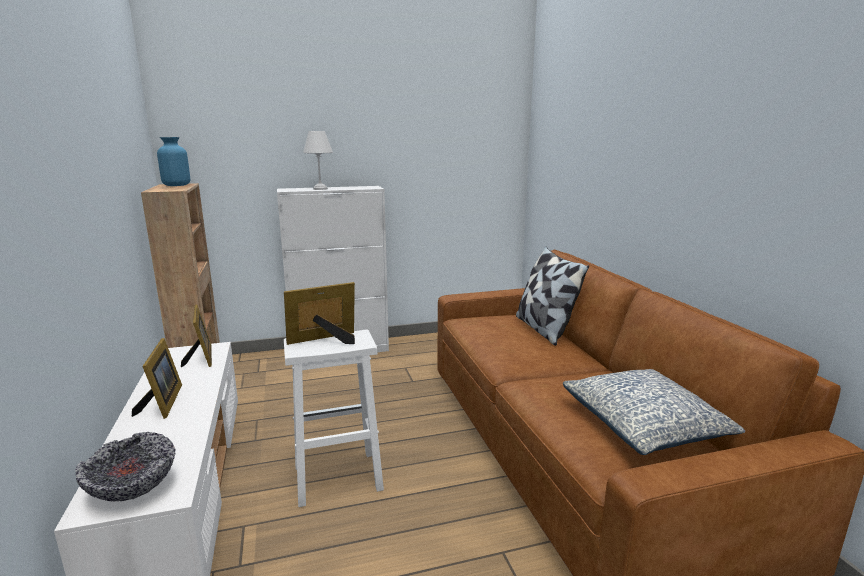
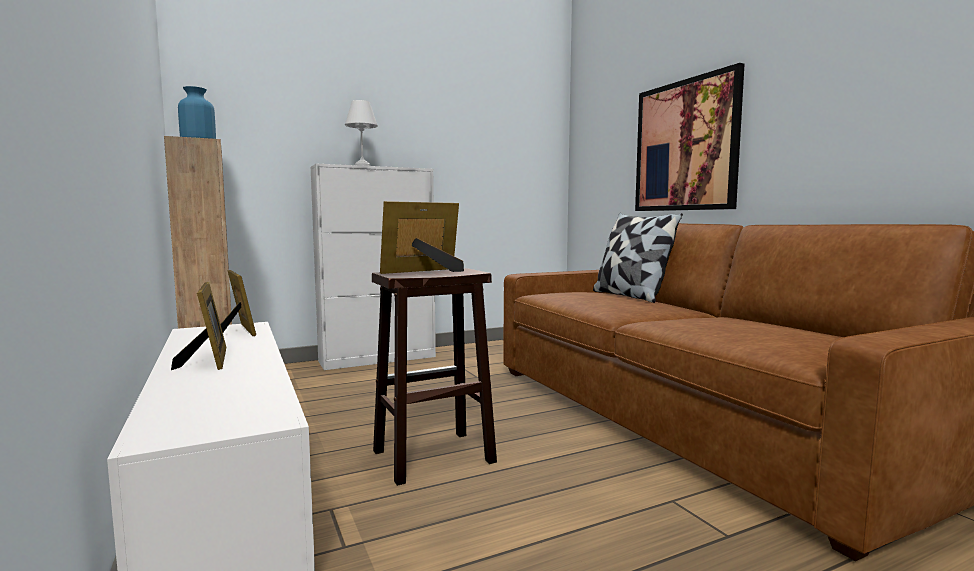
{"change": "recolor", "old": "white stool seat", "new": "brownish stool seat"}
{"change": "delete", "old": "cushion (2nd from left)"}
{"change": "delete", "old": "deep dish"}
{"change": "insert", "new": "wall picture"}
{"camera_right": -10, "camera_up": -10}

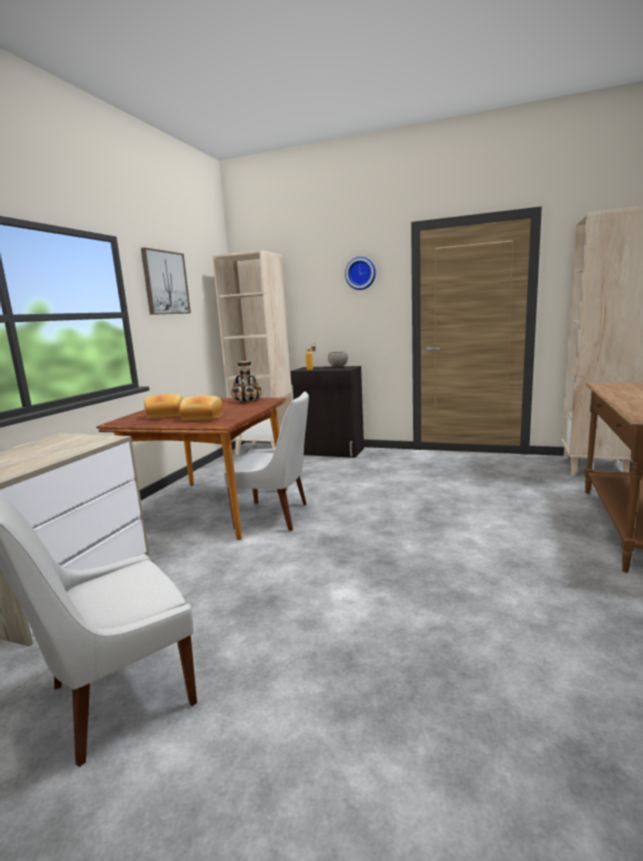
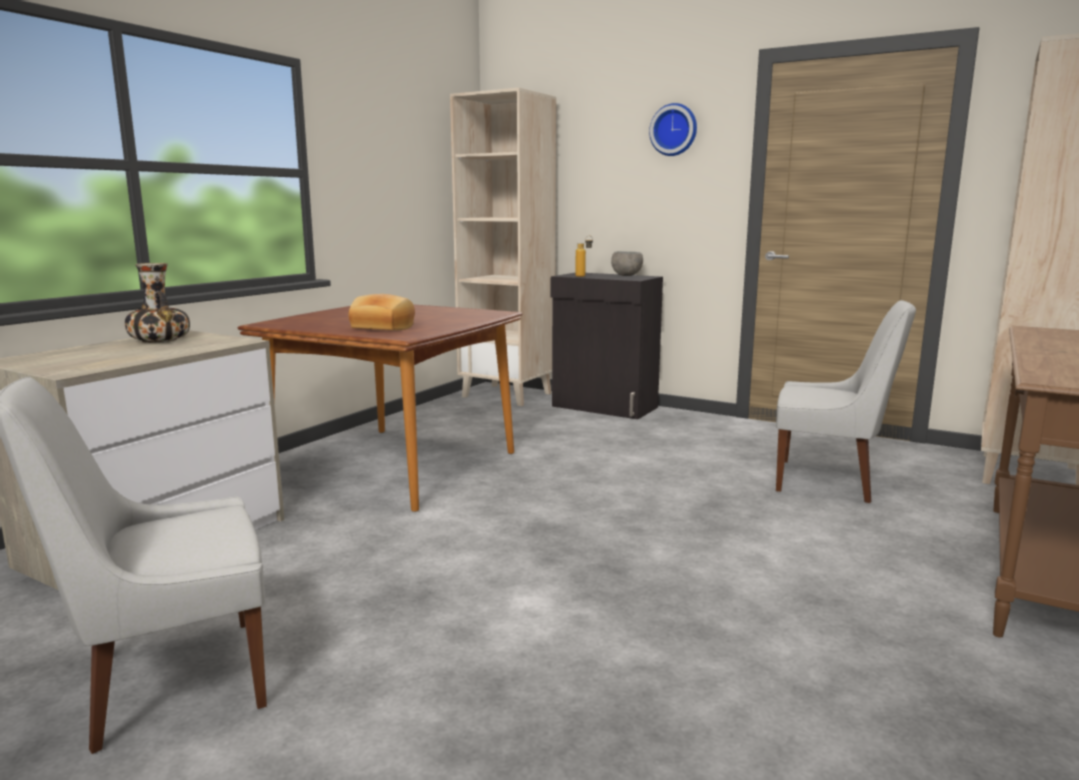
{"change": "delete", "old": "wall picture"}
{"change": "move", "old": "decorative vase"}
{"change": "move", "old": "white upright chair (2nd from left)"}
{"change": "delete", "old": "bakery bread (1st from left)"}
{"camera_right": 10, "camera_up": 0}

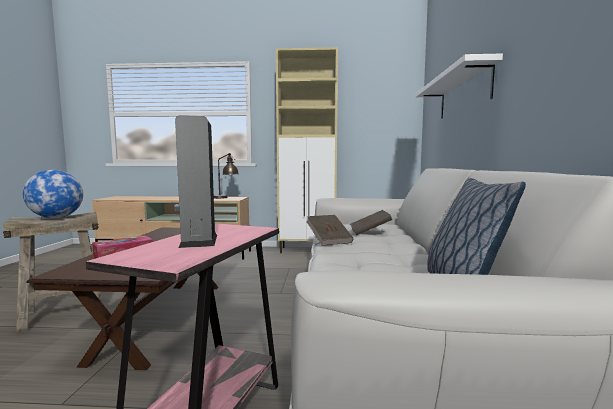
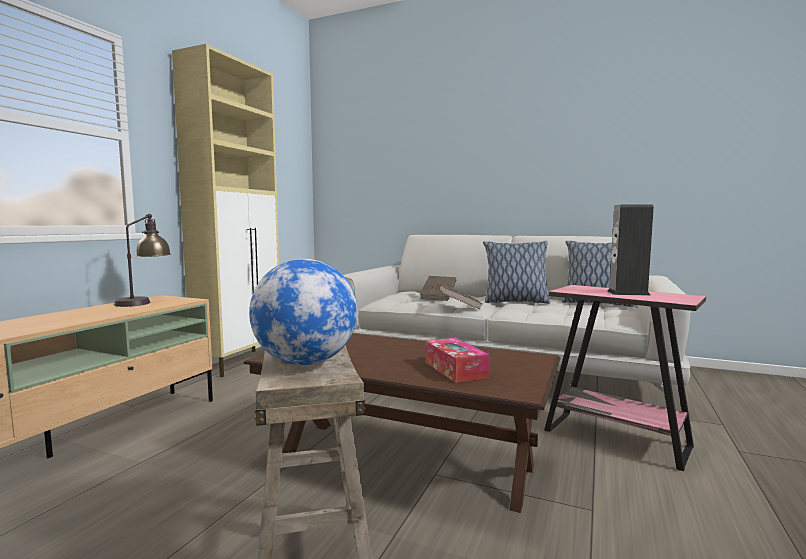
{"change": "delete", "old": "white wall shelf"}
{"change": "insert", "new": "cushion (1st from left)"}
{"camera_right": -70, "camera_up": 0}

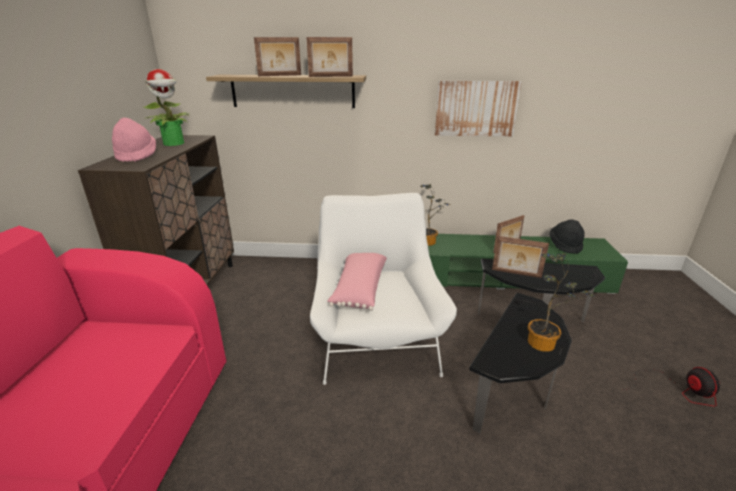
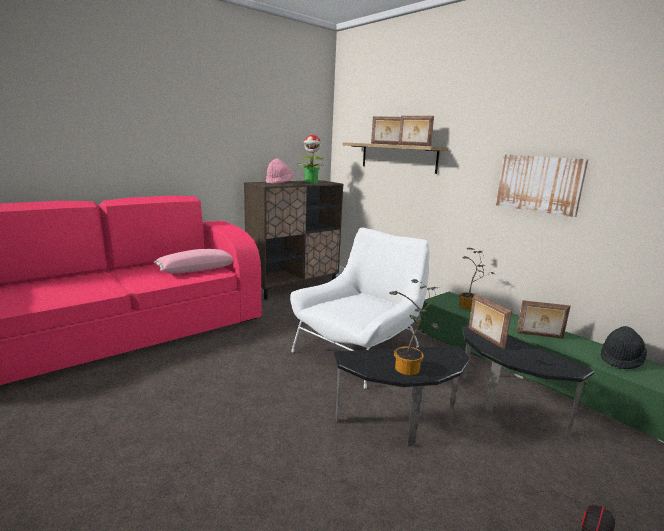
{"change": "move", "old": "pink-coloured cushion"}
{"camera_right": 45, "camera_up": -10}

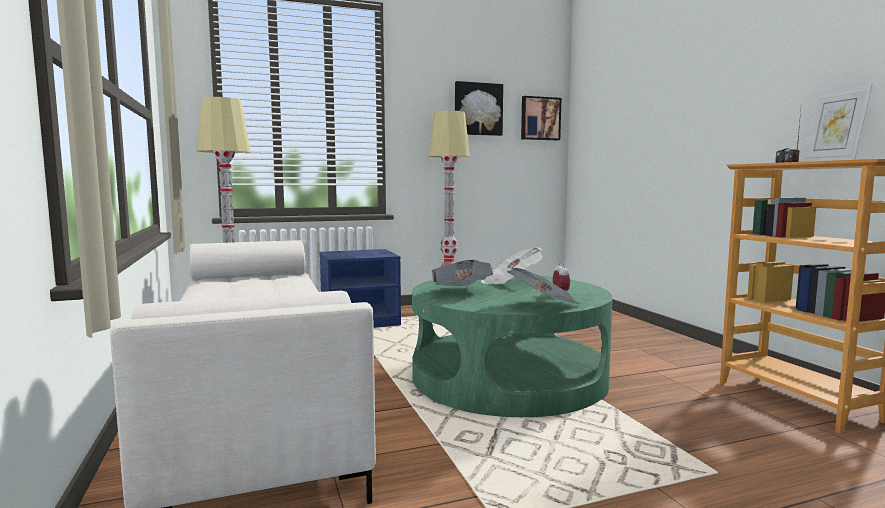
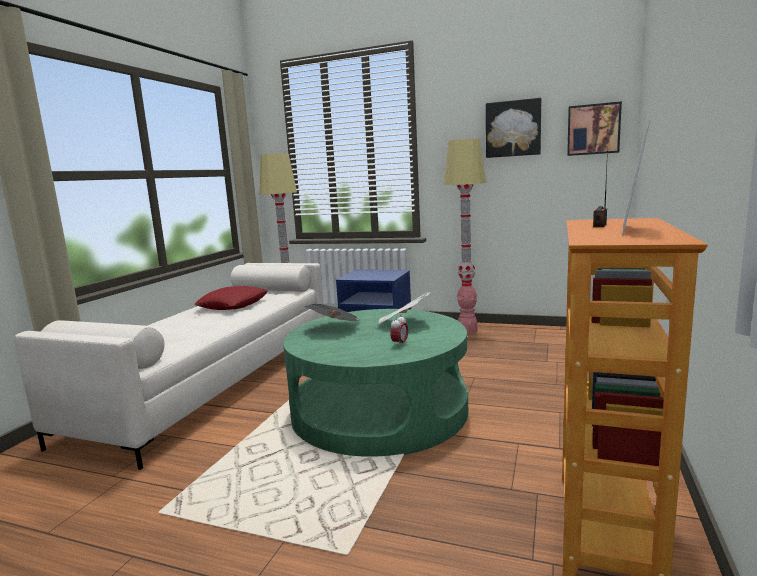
{"change": "delete", "old": "daily paper (3rd from left)"}
{"change": "insert", "new": "red cushion"}
{"camera_right": 40, "camera_up": 5}

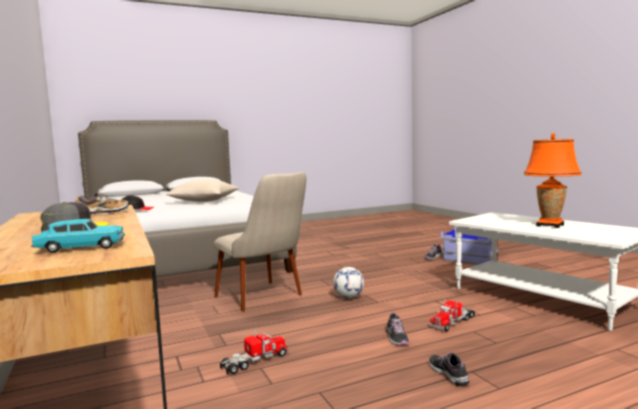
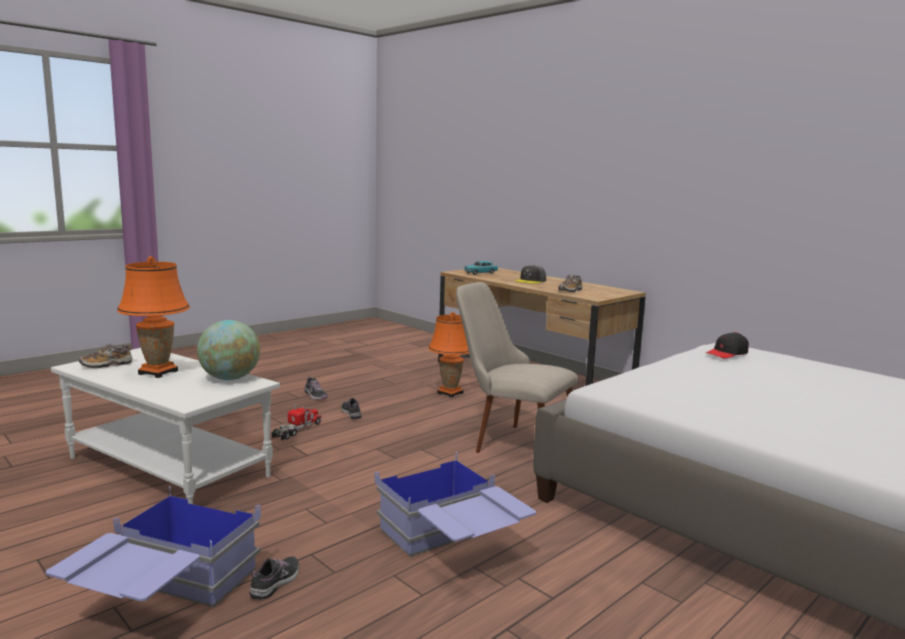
{"change": "delete", "old": "beige cushion"}
{"change": "delete", "old": "football"}
{"change": "replace", "old": "model truck (1st from left)", "new": "orange-coloured table lamp (2nd from left)"}
{"change": "insert", "new": "world globe"}
{"change": "insert", "new": "low shoe (1st from left)"}
{"change": "insert", "new": "bluish storage bin (2nd from left)"}
{"camera_right": 160, "camera_up": 5}

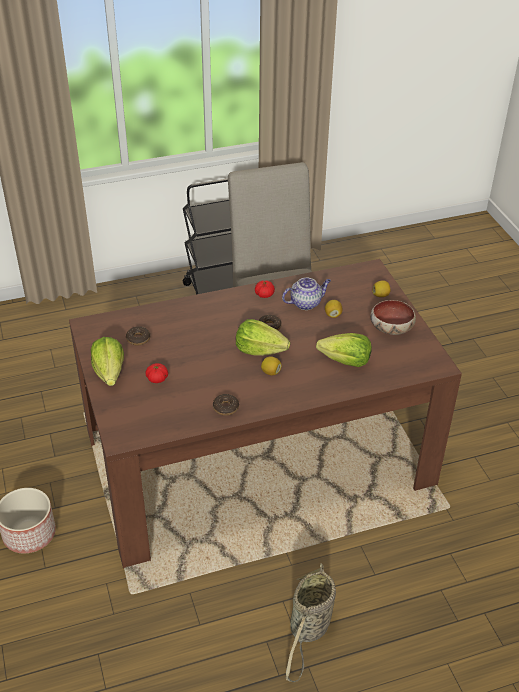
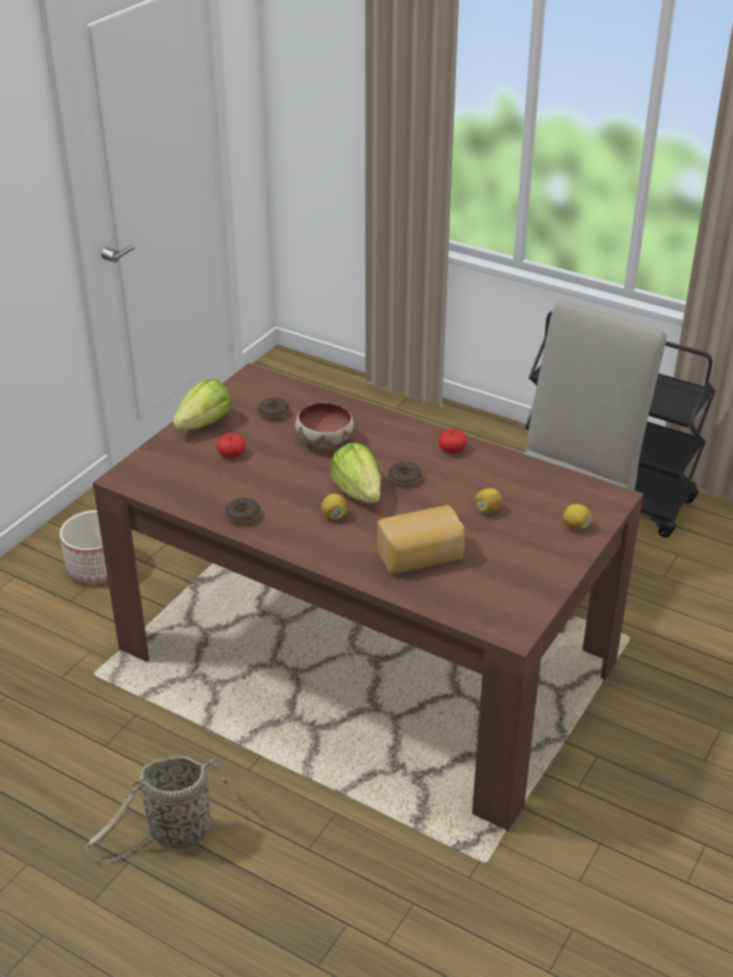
{"change": "delete", "old": "tea pot"}
{"change": "move", "old": "deep dish"}
{"change": "replace", "old": "lettuce (3rd from left)", "new": "bakery bread"}
{"camera_right": 50, "camera_up": -5}

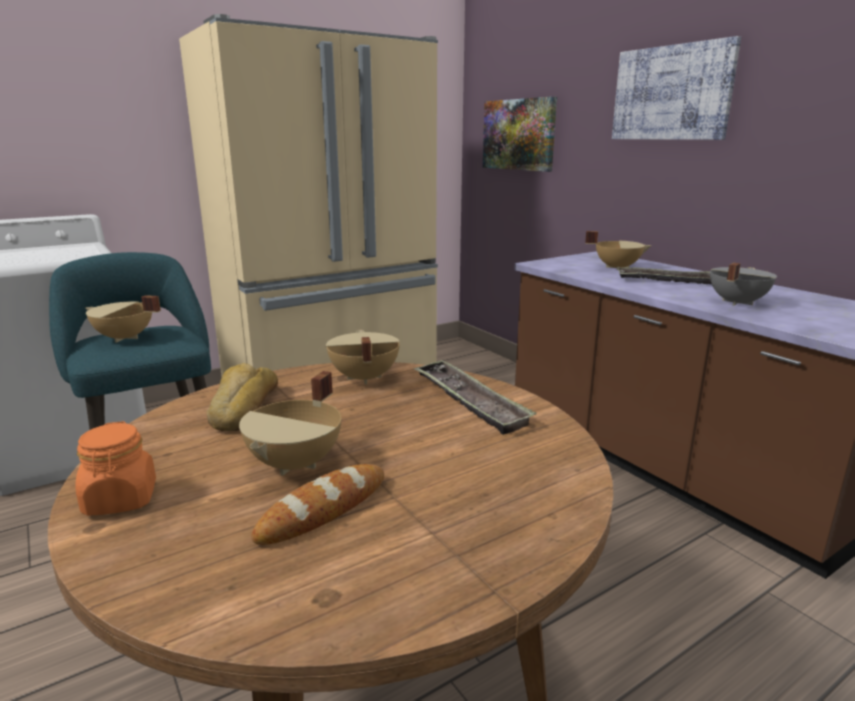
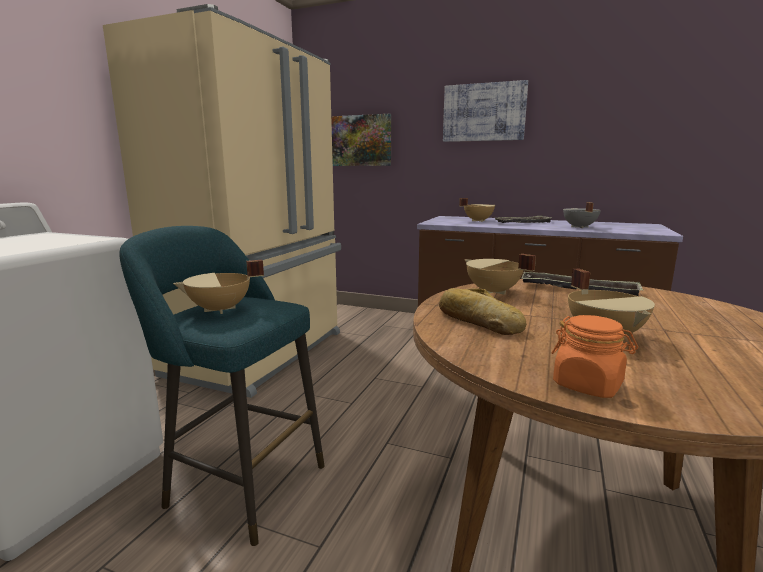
{"change": "delete", "old": "bakery bread (2nd from left)"}
{"camera_right": -35, "camera_up": -5}

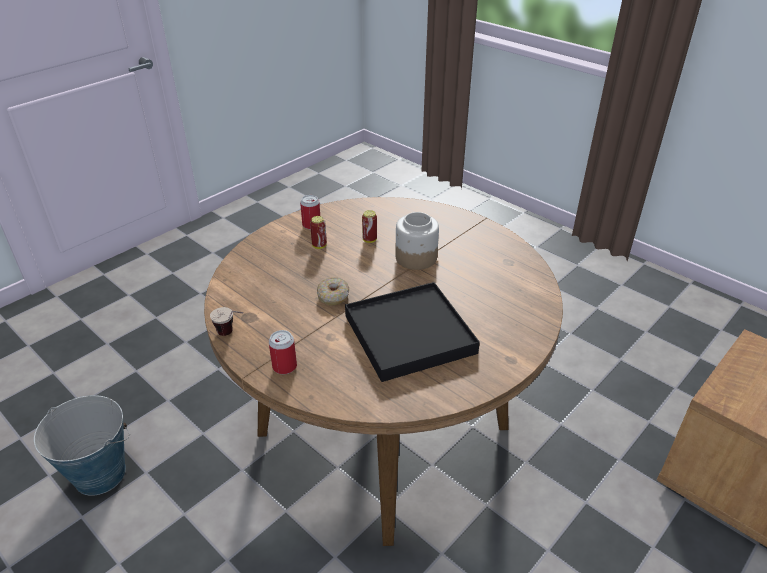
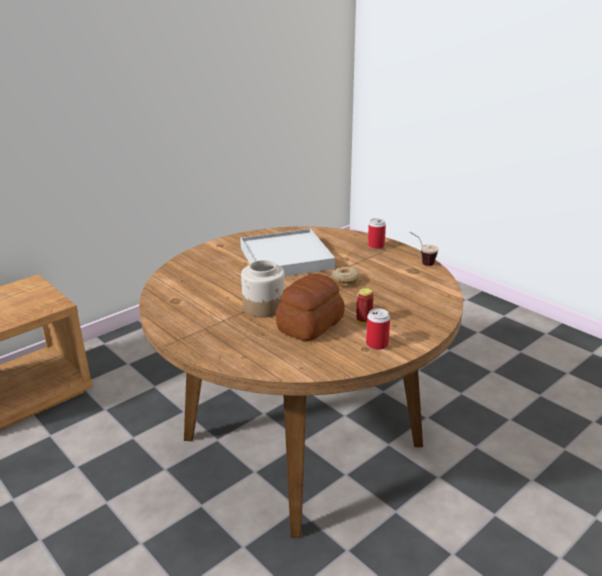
{"change": "replace", "old": "sealed can (4th from left)", "new": "bakery bread"}
{"change": "recolor", "old": "black tray", "new": "white tray"}
{"change": "delete", "old": "pail"}
{"camera_right": -175, "camera_up": -10}

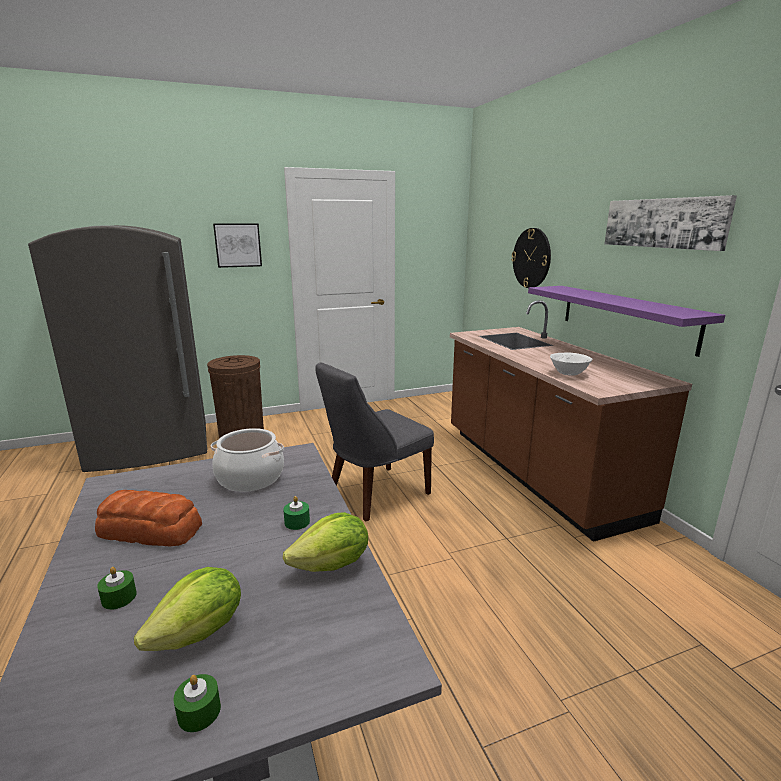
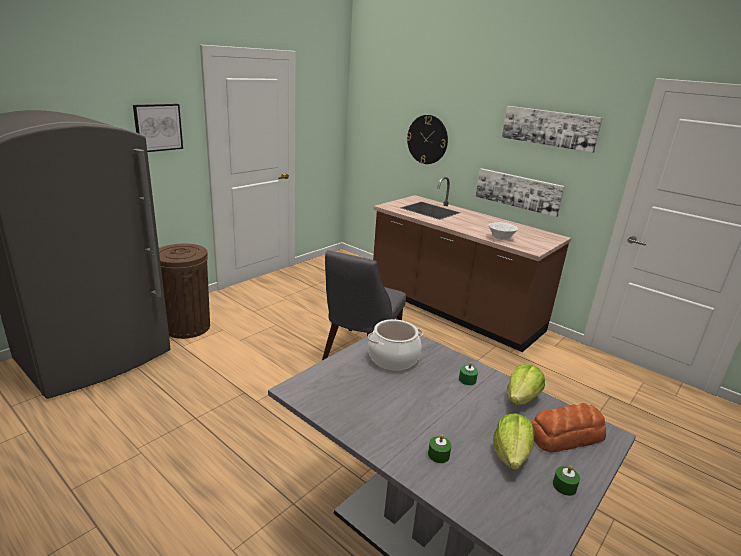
{"change": "replace", "old": "purple wall shelf", "new": "wall picture (2nd from left)"}
{"change": "move", "old": "bakery bread"}
{"camera_right": -30, "camera_up": 5}

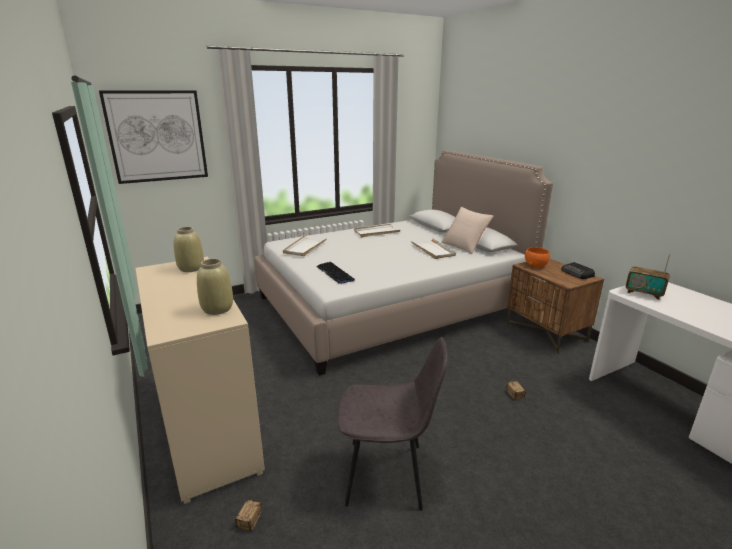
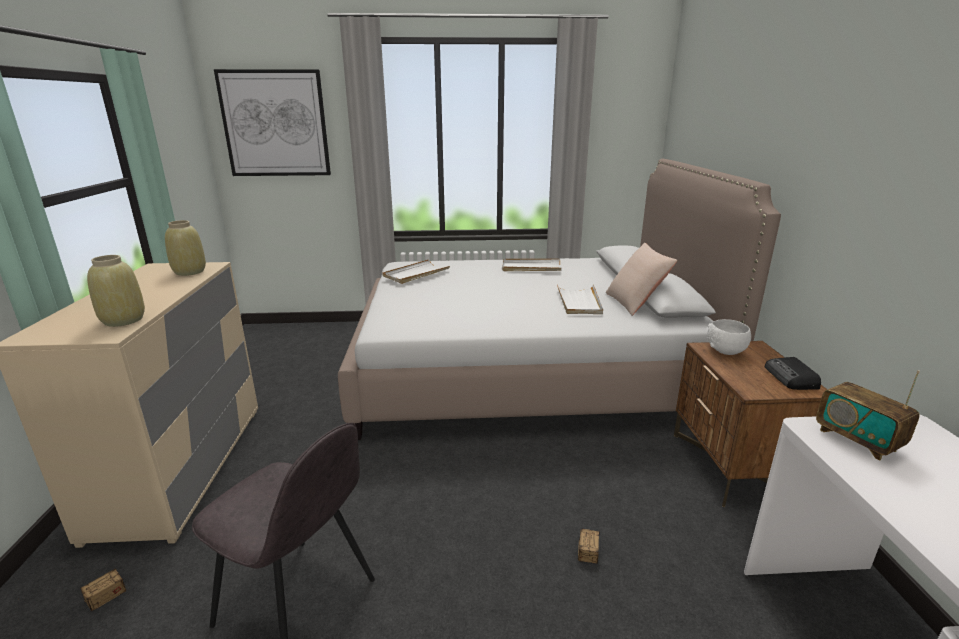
{"change": "recolor", "old": "orange-coloured deep dish", "new": "white deep dish"}
{"change": "delete", "old": "computer keyboard"}
{"camera_right": 25, "camera_up": 0}

